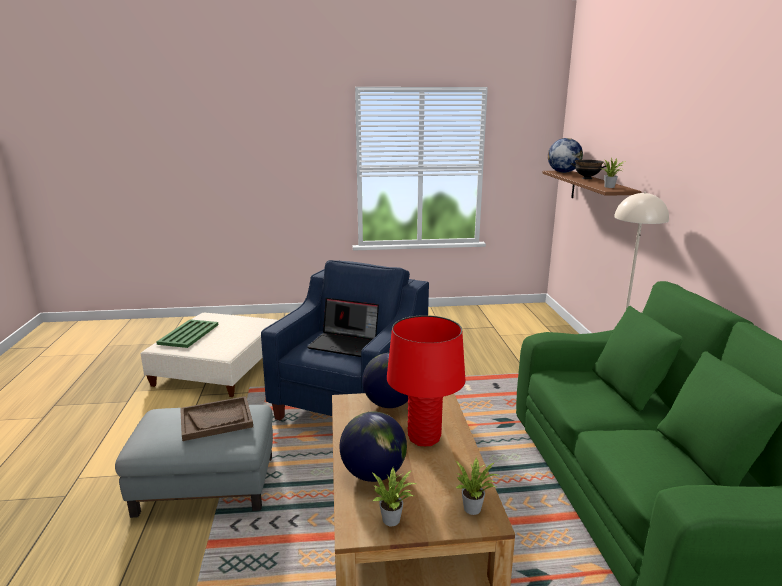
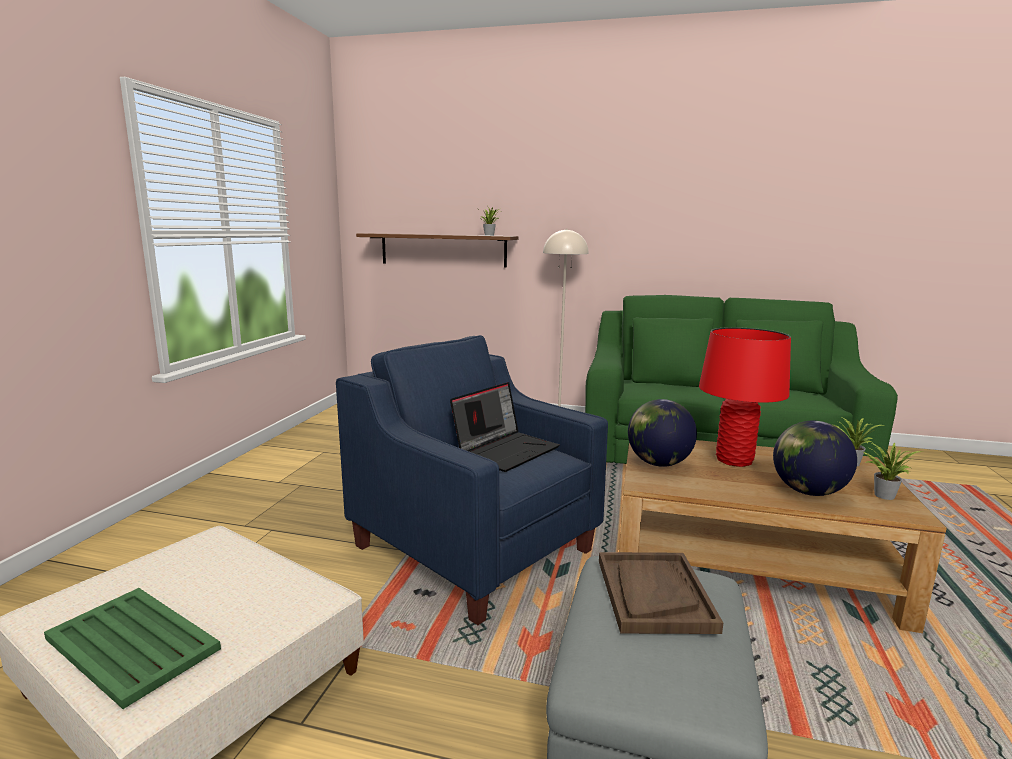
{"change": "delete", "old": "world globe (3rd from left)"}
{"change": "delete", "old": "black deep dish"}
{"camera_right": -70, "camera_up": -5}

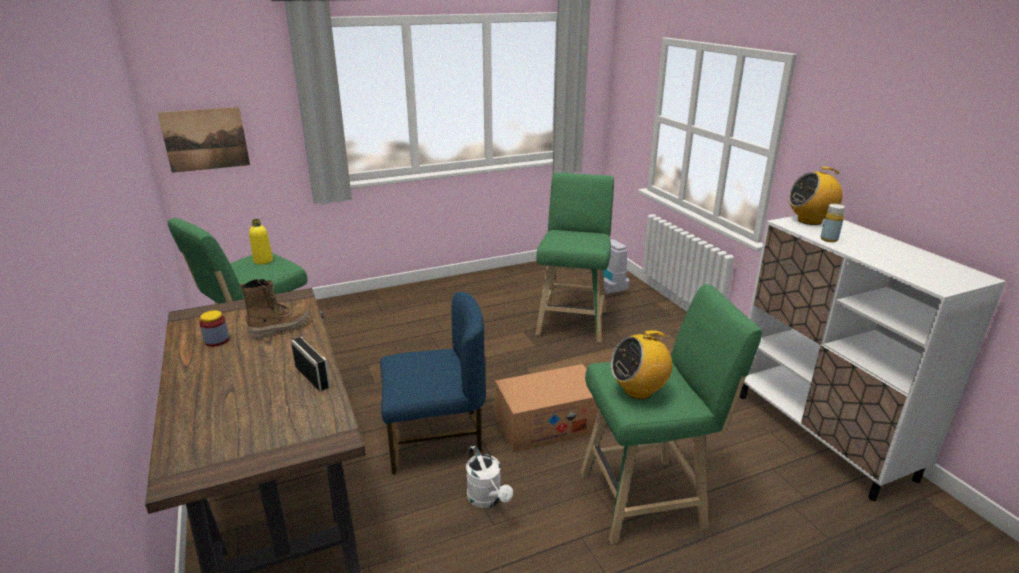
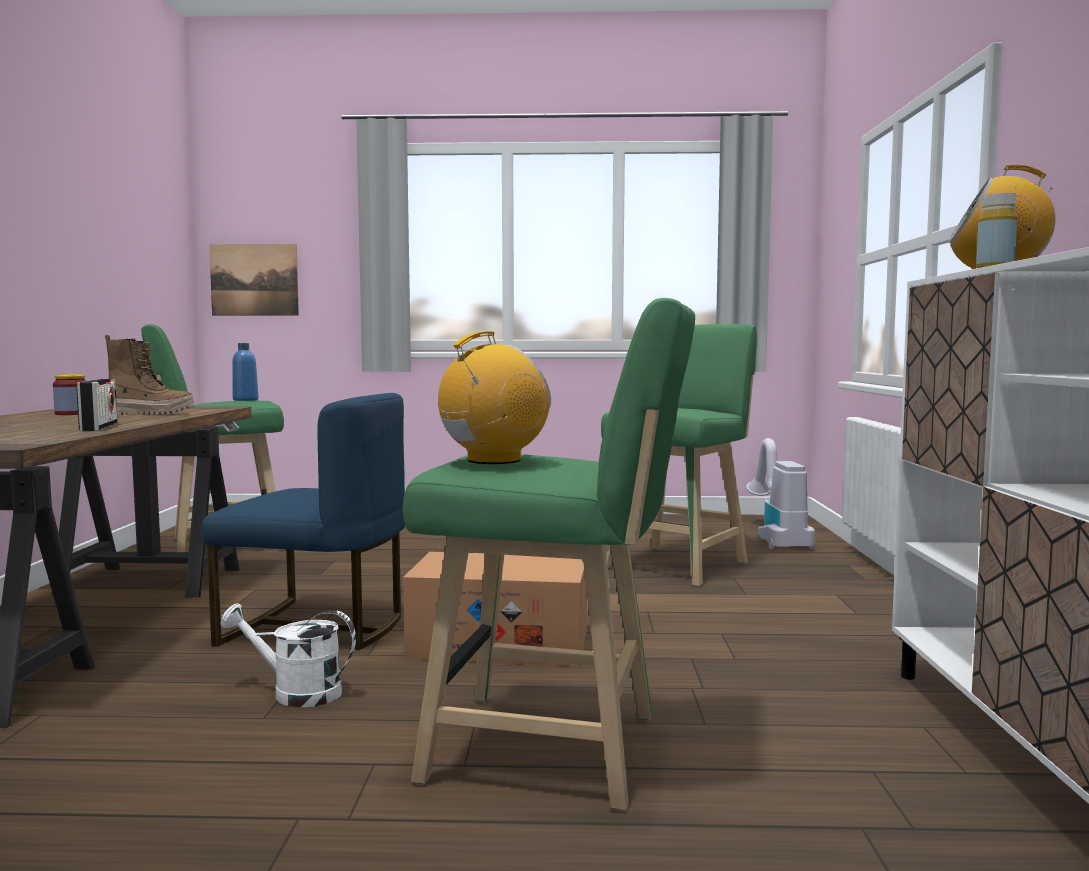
{"change": "recolor", "old": "yellow-coloured drink bottle (1st from left)", "new": "bluish drink bottle"}
{"change": "rotate", "old": "radio (2nd from left)", "degrees": 135}
{"change": "rotate", "old": "white watering can", "degrees": 105}
{"camera_right": 25, "camera_up": -20}

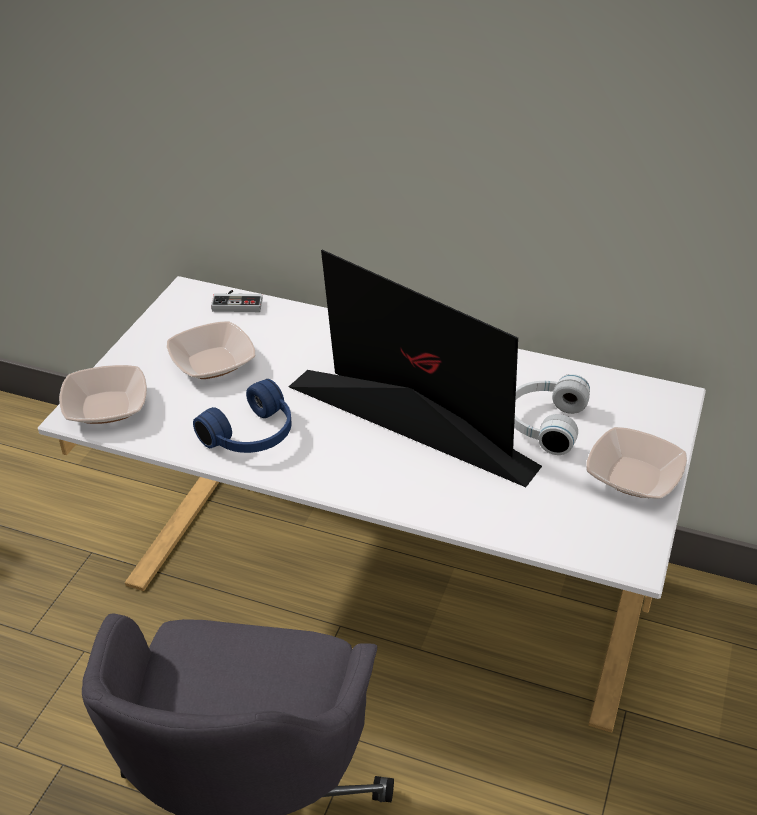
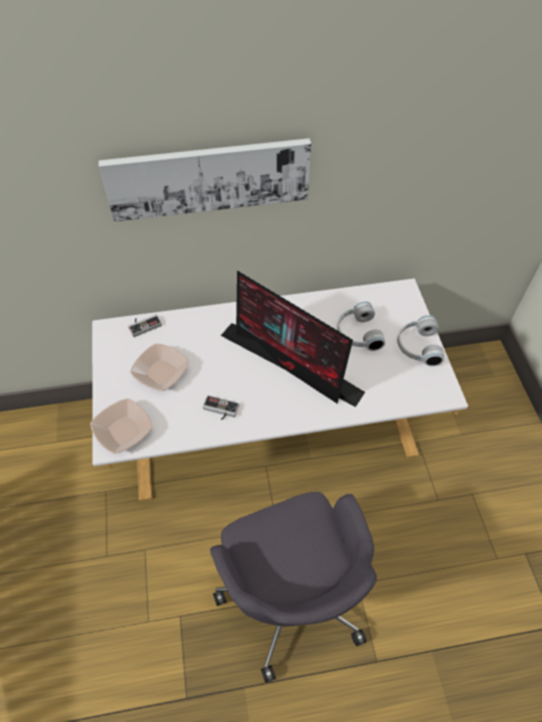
{"change": "rotate", "old": "monitor", "degrees": -150}
{"change": "replace", "old": "bluish pair of headphones", "new": "joypad (2nd from left)"}
{"change": "replace", "old": "deep dish (3rd from left)", "new": "white pair of headphones (2nd from left)"}
{"change": "insert", "new": "wall picture"}
{"camera_right": -30, "camera_up": 15}

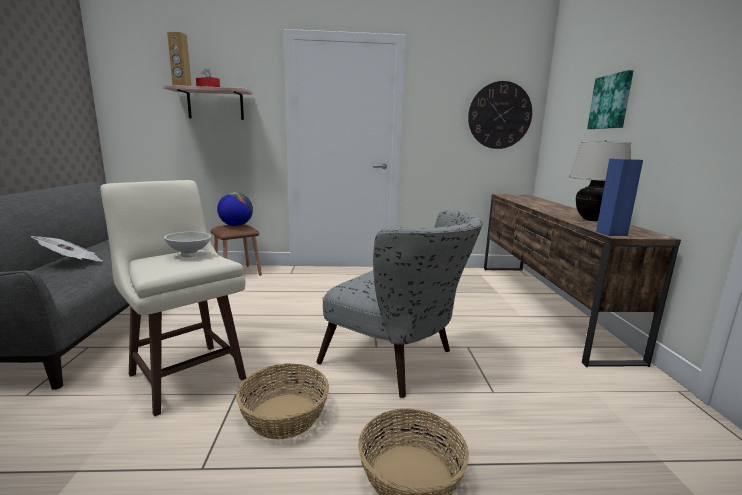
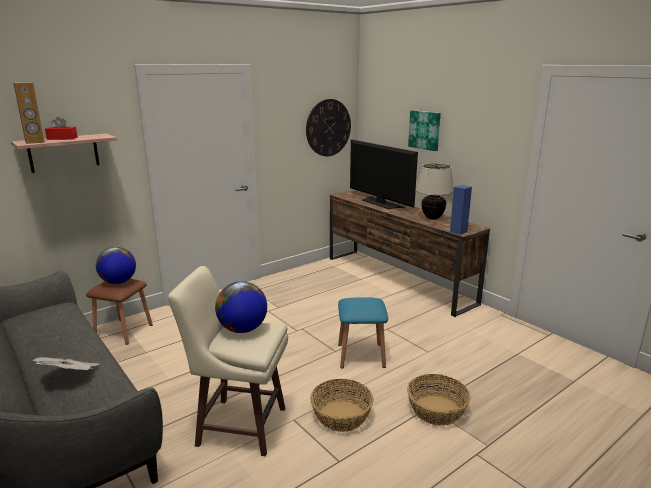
{"change": "replace", "old": "greyish lounge chair", "new": "bluish stool seat"}
{"change": "replace", "old": "white deep dish", "new": "world globe (2nd from left)"}
{"change": "insert", "new": "TV set"}
{"camera_right": -35, "camera_up": 5}

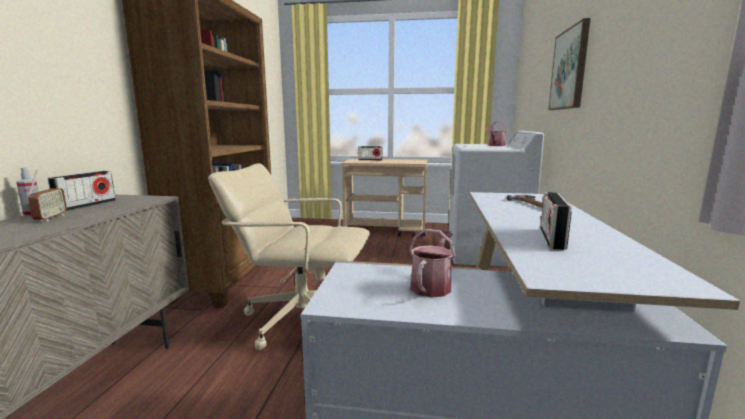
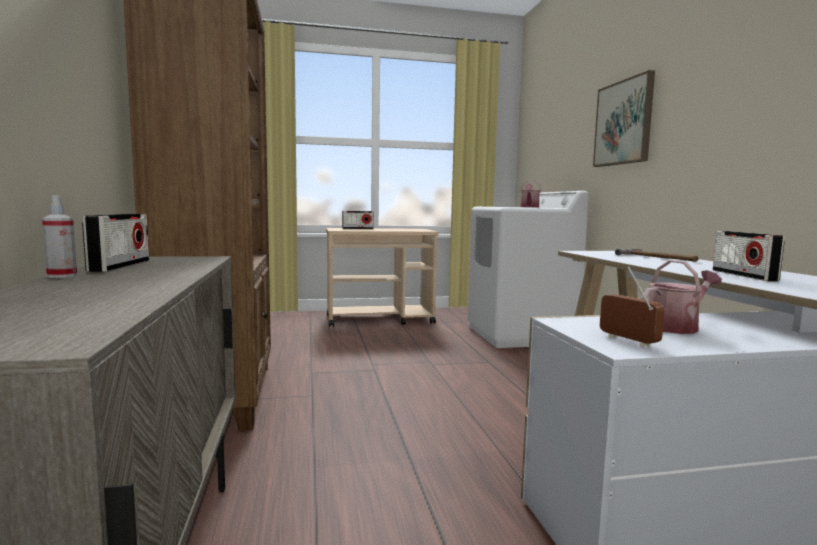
{"change": "delete", "old": "beige desk chair"}
{"change": "move", "old": "radio (1st from left in the first image)", "new": "radio (3rd from left)"}
{"change": "rotate", "old": "watering can (1st from left in the first image)", "degrees": 60}
{"camera_right": -20, "camera_up": -5}

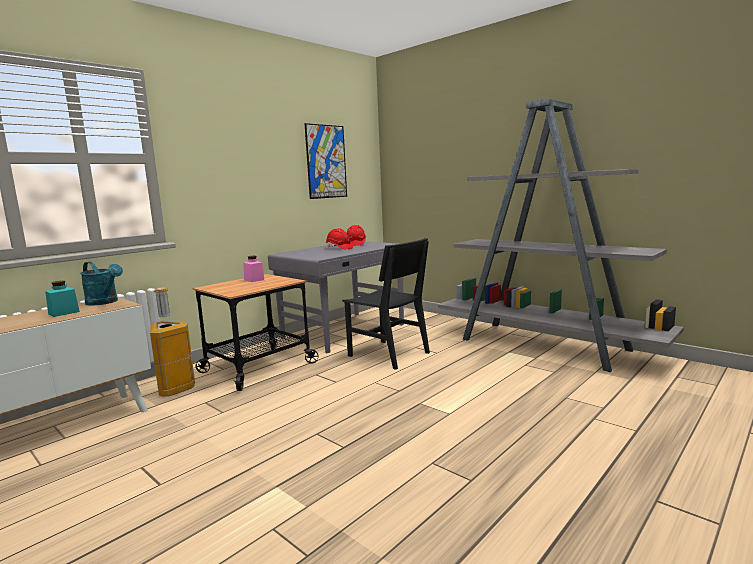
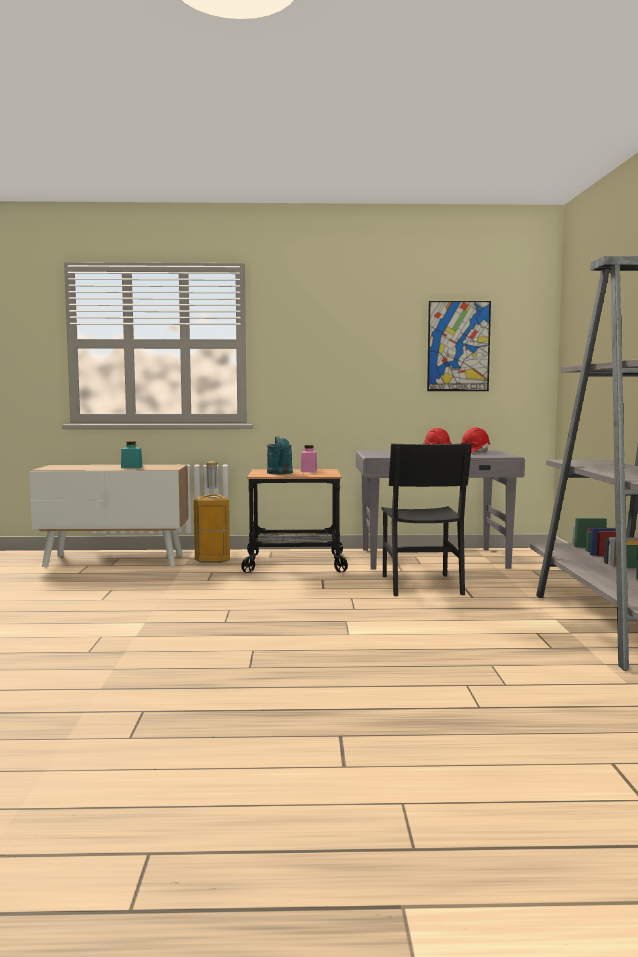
{"change": "move", "old": "turquoise-coloured watering can"}
{"camera_right": 45, "camera_up": -5}

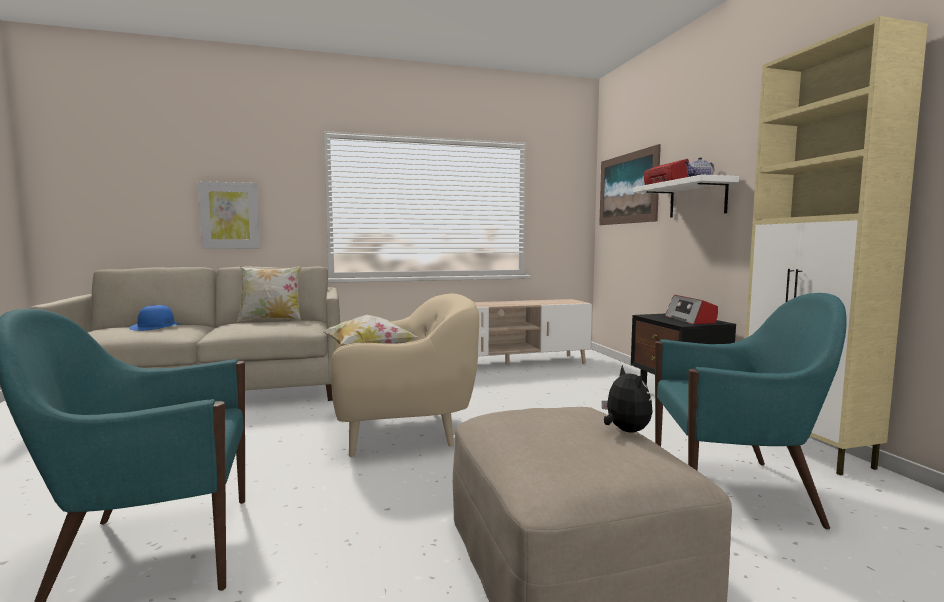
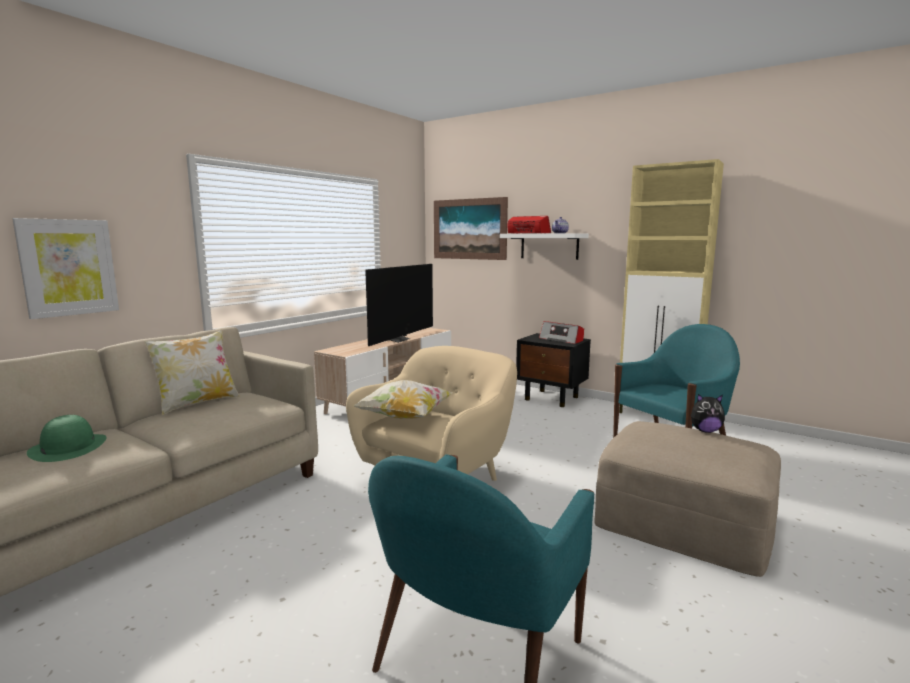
{"change": "recolor", "old": "bluish wearable hat", "new": "greenish wearable hat"}
{"change": "rotate", "old": "plush toy", "degrees": 150}
{"change": "insert", "new": "TV set"}
{"camera_right": -40, "camera_up": 5}

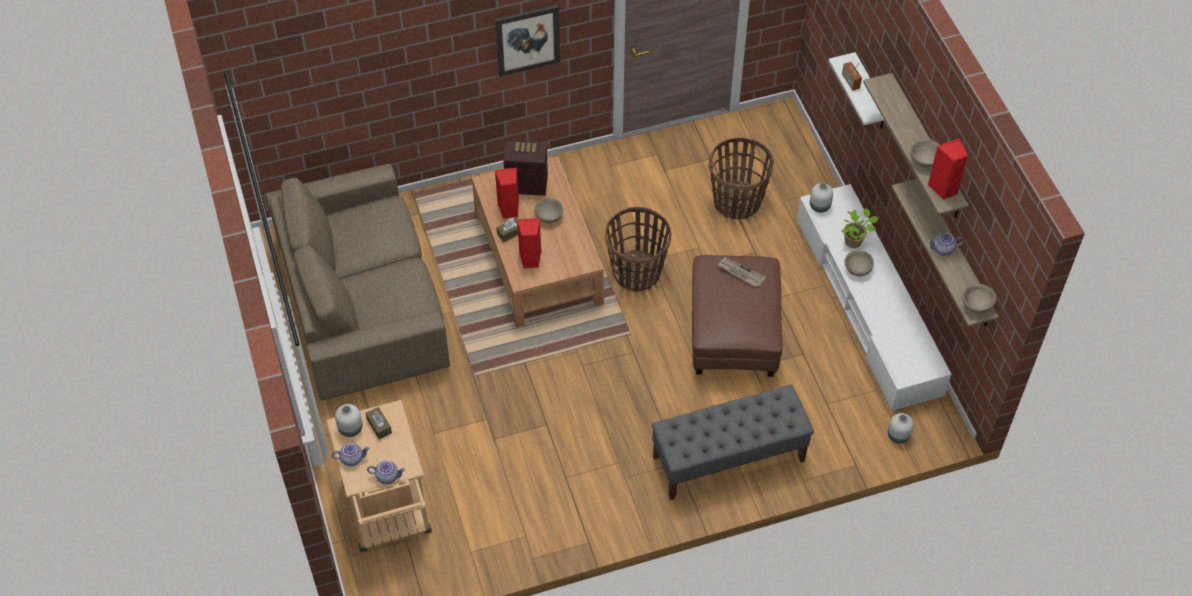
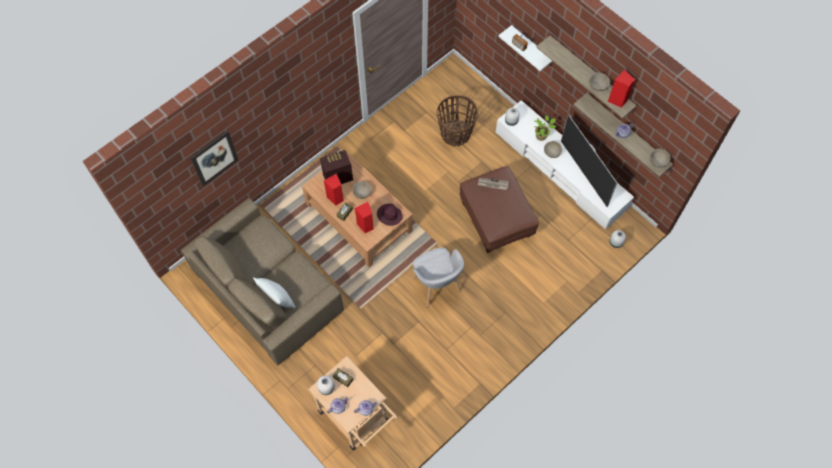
{"change": "move", "old": "wall picture"}
{"change": "delete", "old": "storage basket (1st from left)"}
{"change": "delete", "old": "greyish bench"}
{"change": "insert", "new": "TV set"}
{"change": "insert", "new": "purple wearable hat"}
{"change": "insert", "new": "greyish lounge chair"}
{"change": "insert", "new": "white cushion"}
{"camera_right": -25, "camera_up": 10}

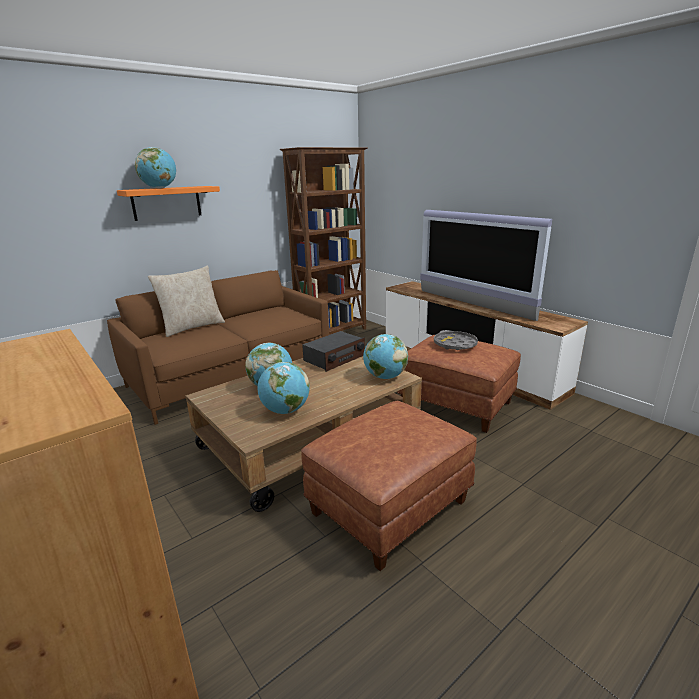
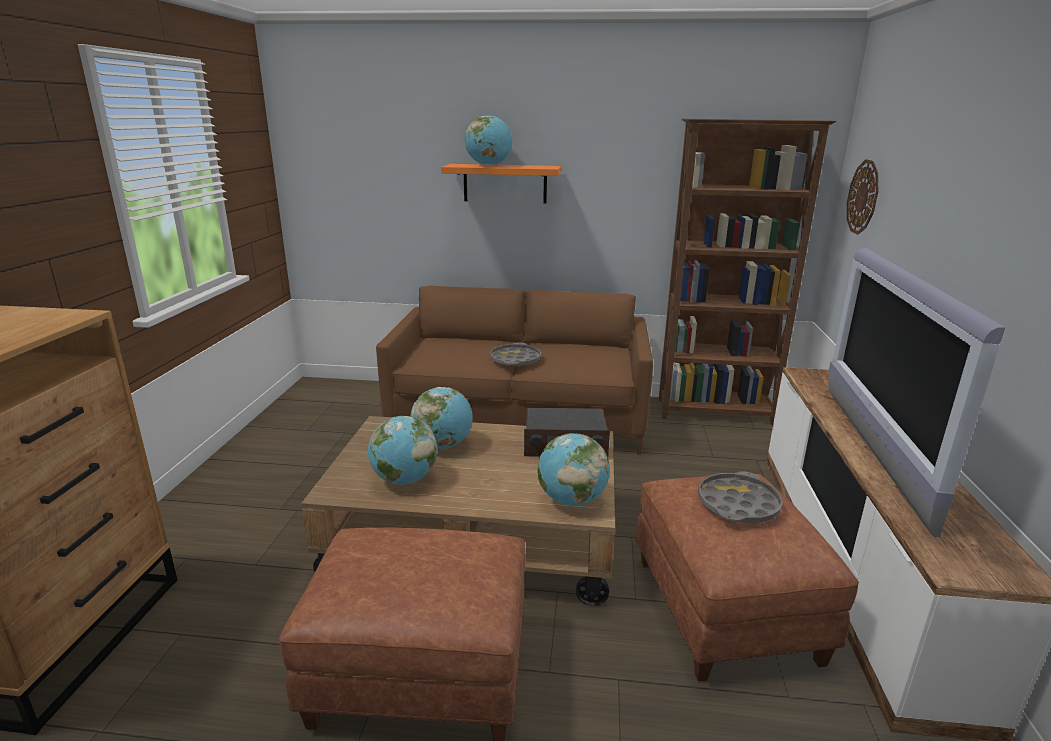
{"change": "delete", "old": "beige cushion"}
{"change": "insert", "new": "hanging clock"}
{"change": "insert", "new": "greyish tray (1st from left)"}
{"camera_right": 45, "camera_up": 0}

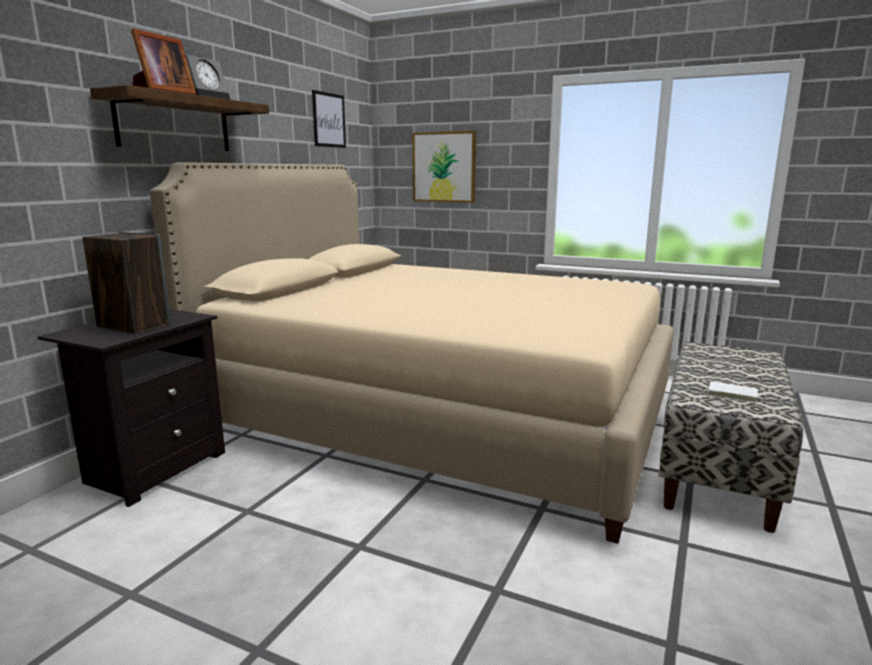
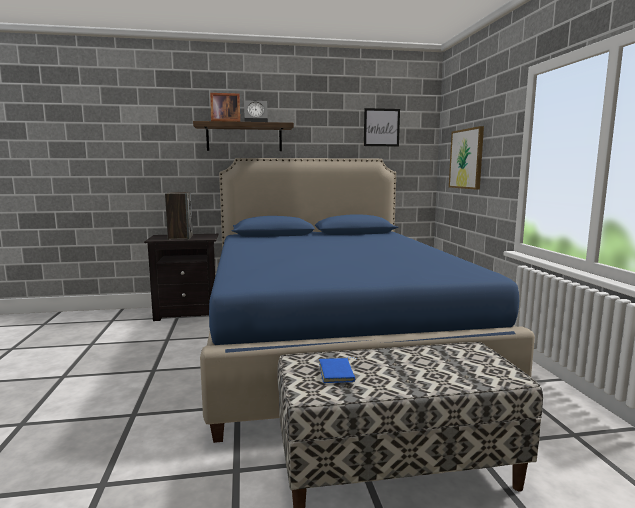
{"change": "recolor", "old": "beige bed", "new": "bluish bed"}
{"change": "recolor", "old": "white book", "new": "bluish book"}
{"camera_right": 55, "camera_up": -5}

